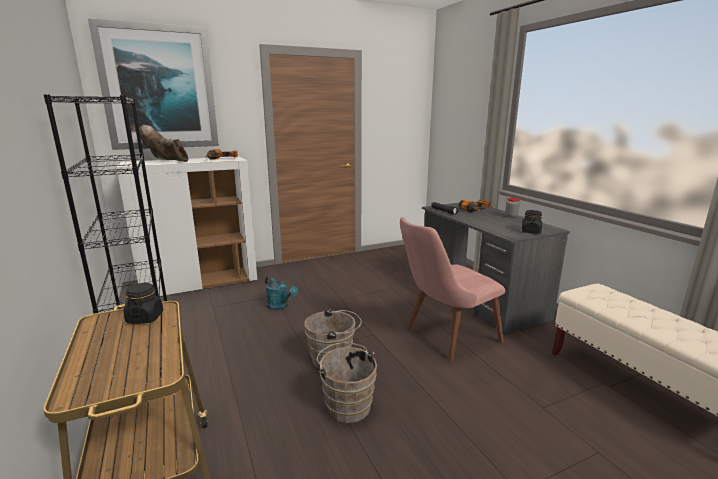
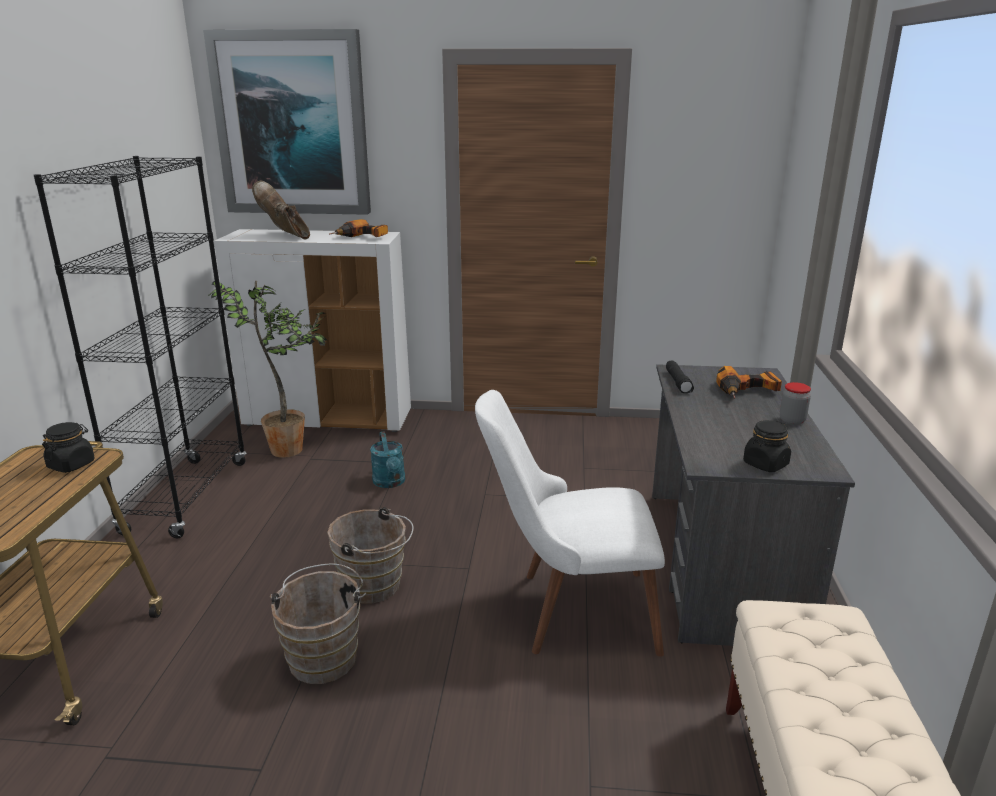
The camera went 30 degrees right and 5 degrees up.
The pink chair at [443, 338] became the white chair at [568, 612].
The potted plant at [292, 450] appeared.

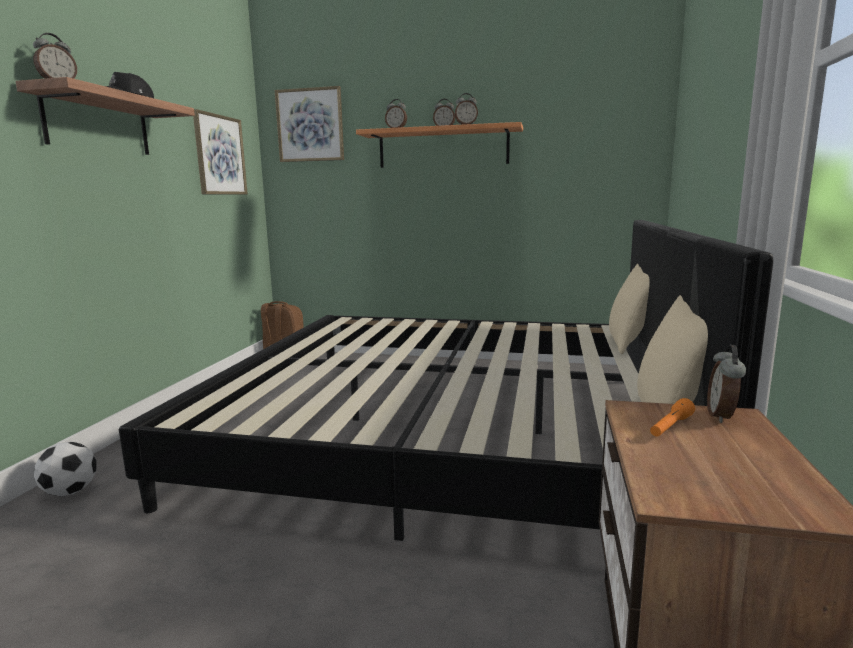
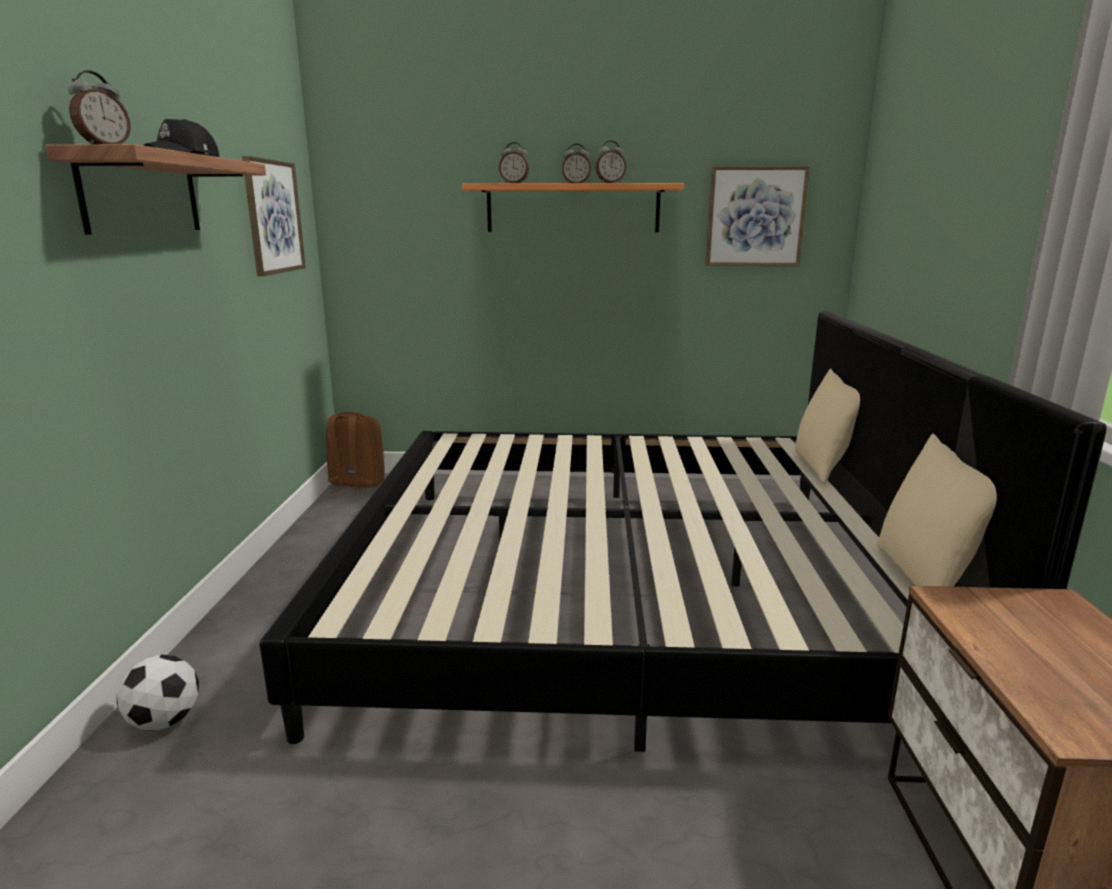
The camera went 10 degrees left and 5 degrees up.
The picture moved from [310, 125] to [755, 217].
The alarm clock at [722, 416] disappeared.
The orange flashlight at [670, 427] disappeared.

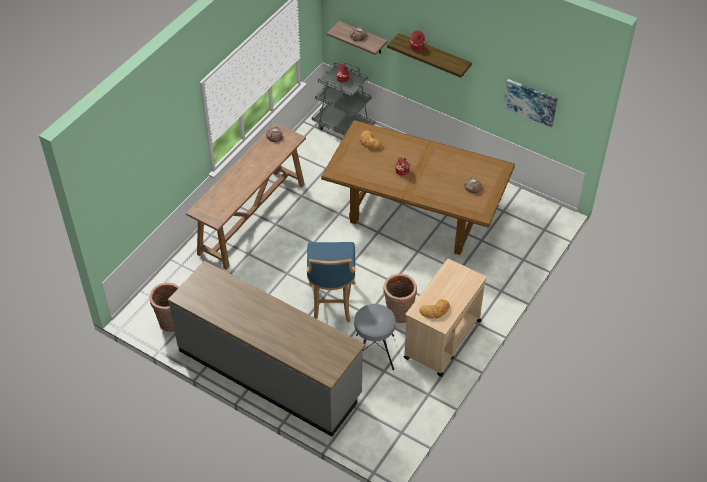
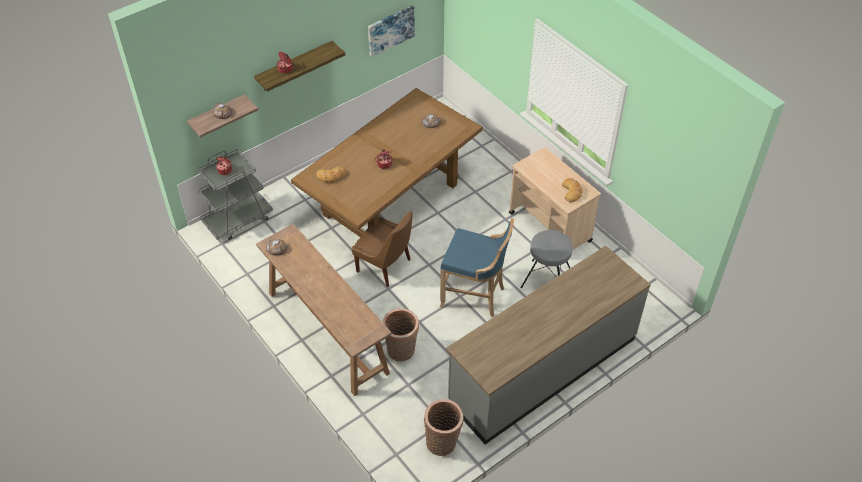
The camera went 70 degrees left and 0 degrees up.
The basket moved from [398, 314] to [401, 351].
The brown chair at [385, 266] appeared.

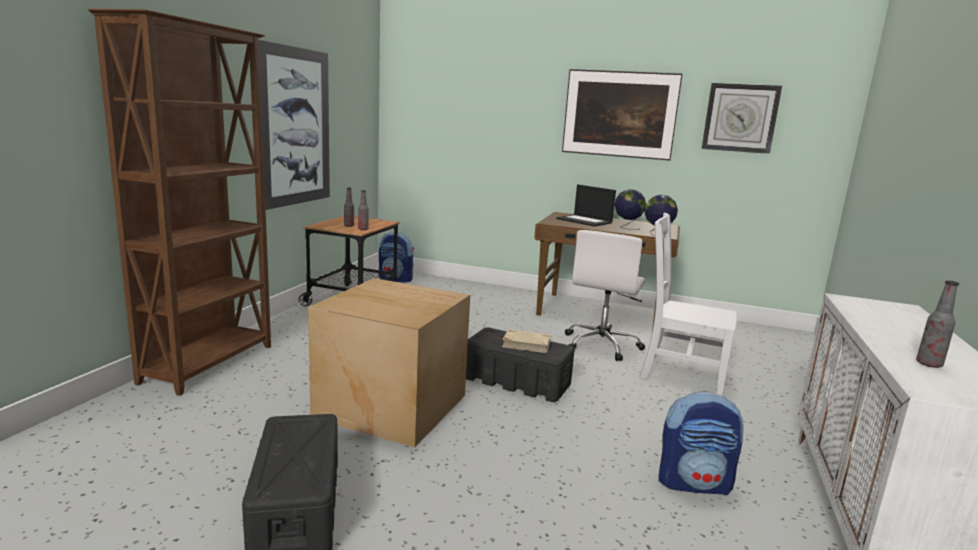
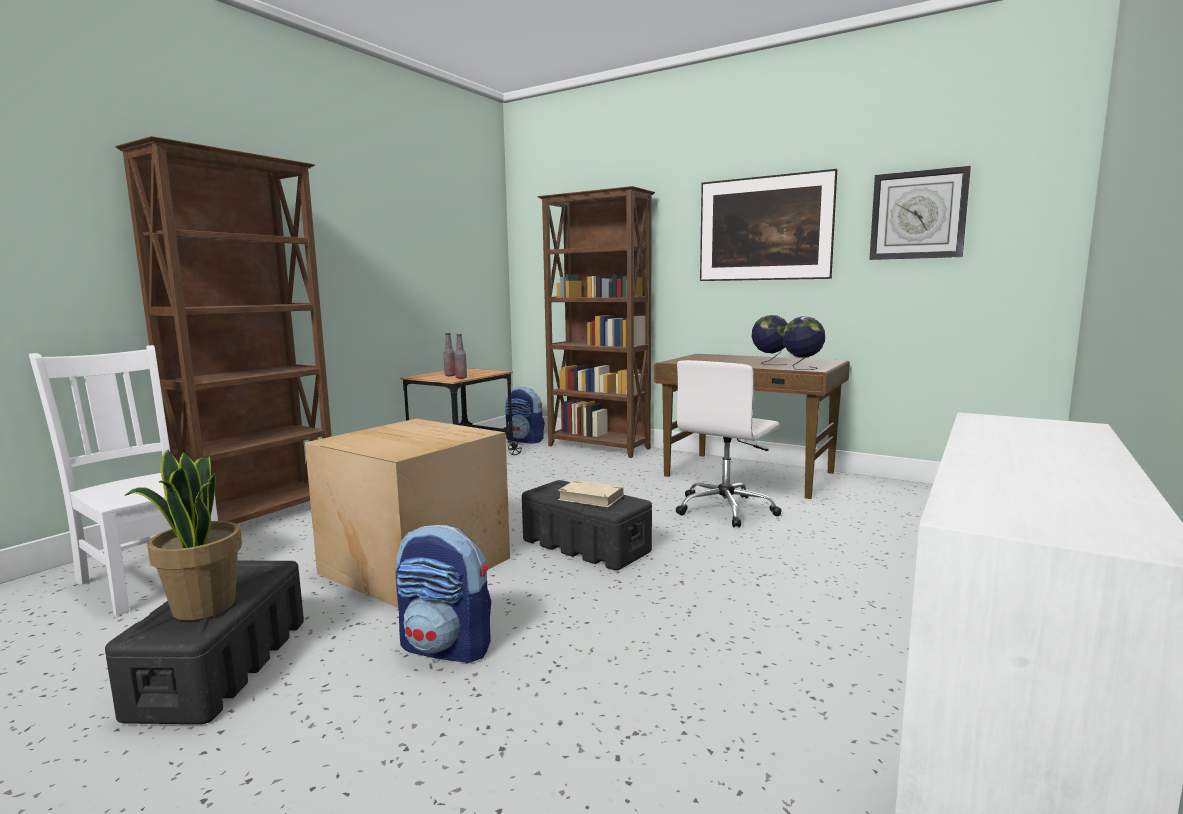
The camera went 15 degrees right and 5 degrees down.
The picture at [296, 127] disappeared.
The laptop at [585, 221] disappeared.
The white chair moved from [679, 373] to [150, 579].
The bottle at [929, 364] disappeared.
The backpack moved from [694, 483] to [447, 647].
The brown bookcase at [599, 447] appeared.
The potted plant at [202, 607] appeared.

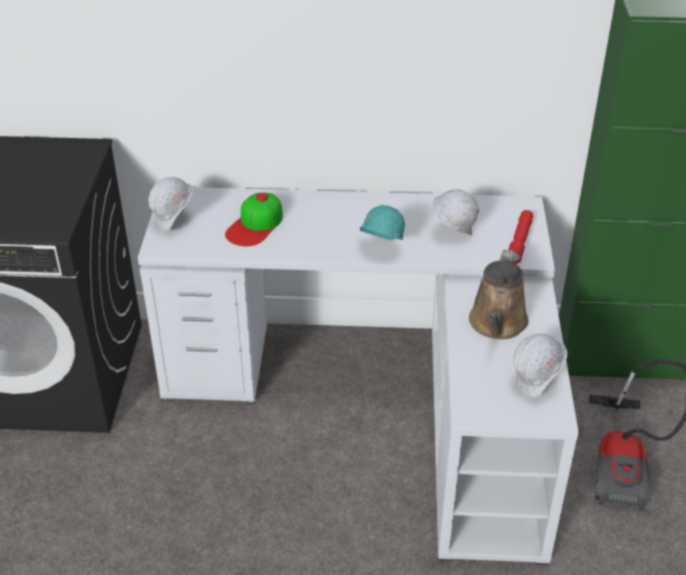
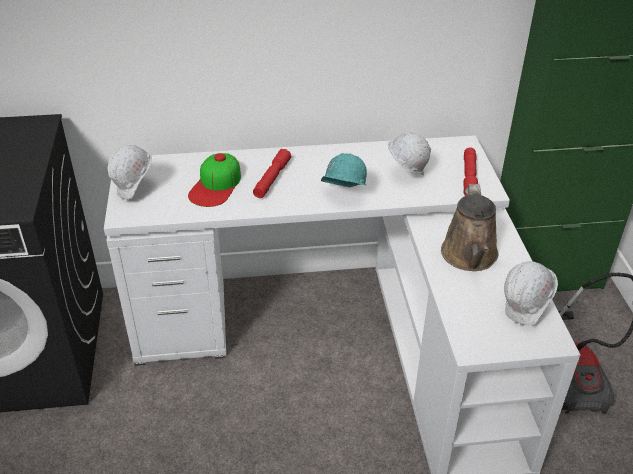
The camera went 10 degrees left and 0 degrees up.
The red flashlight at [272, 179] appeared.

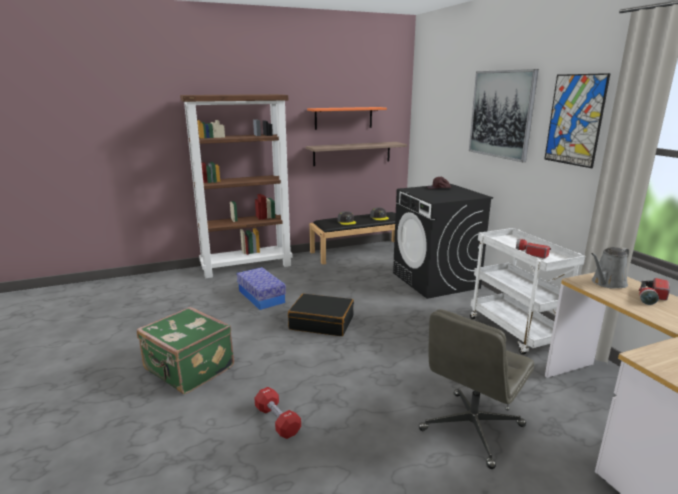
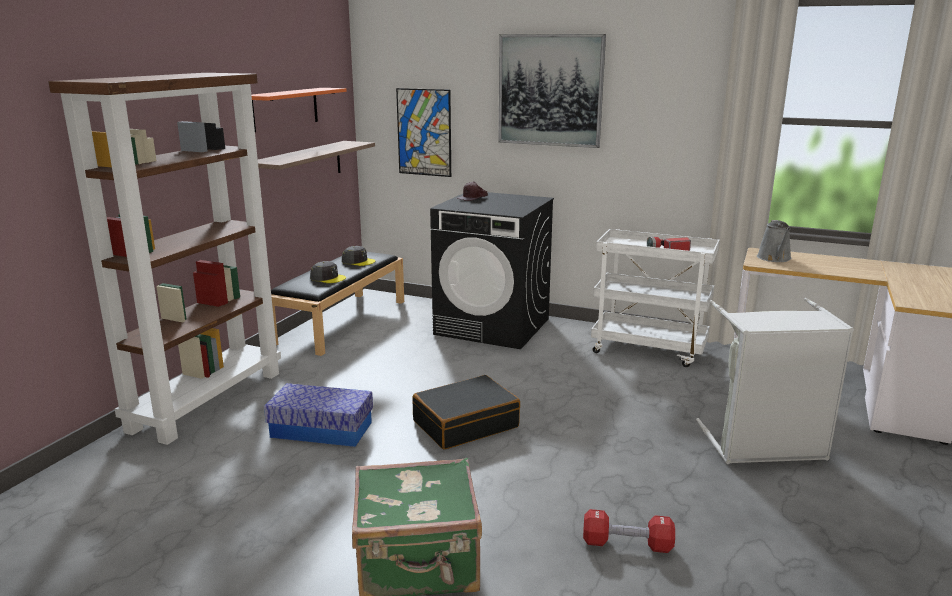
The camera went 45 degrees left and 0 degrees up.
The picture moved from [575, 120] to [424, 132].
The flashlight at [651, 297] disappeared.
The grey office chair at [471, 429] was replaced by the grey laundry basket at [764, 447].

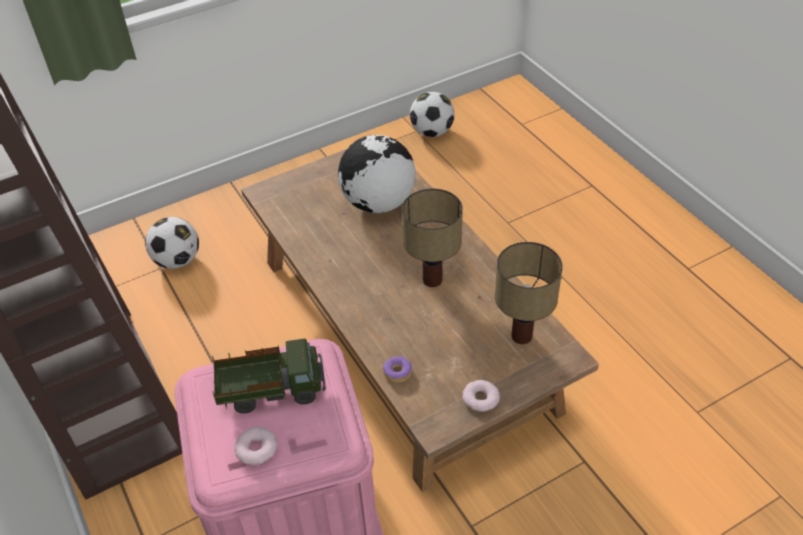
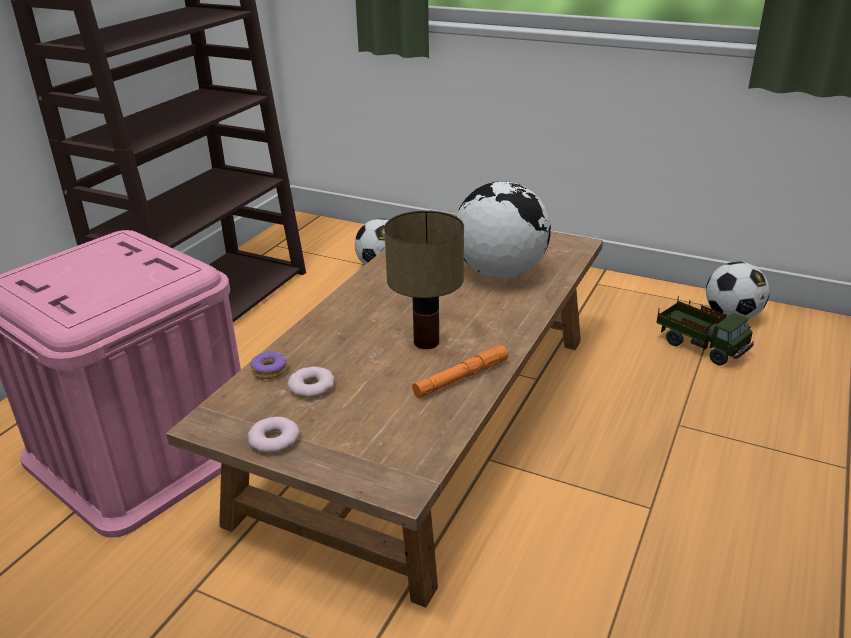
The camera went 55 degrees right and 15 degrees down.
The table lamp at [522, 335] disappeared.
The toy truck moved from [271, 391] to [700, 346].
The donut moved from [256, 448] to [311, 386].
The orange flashlight at [461, 378] appeared.

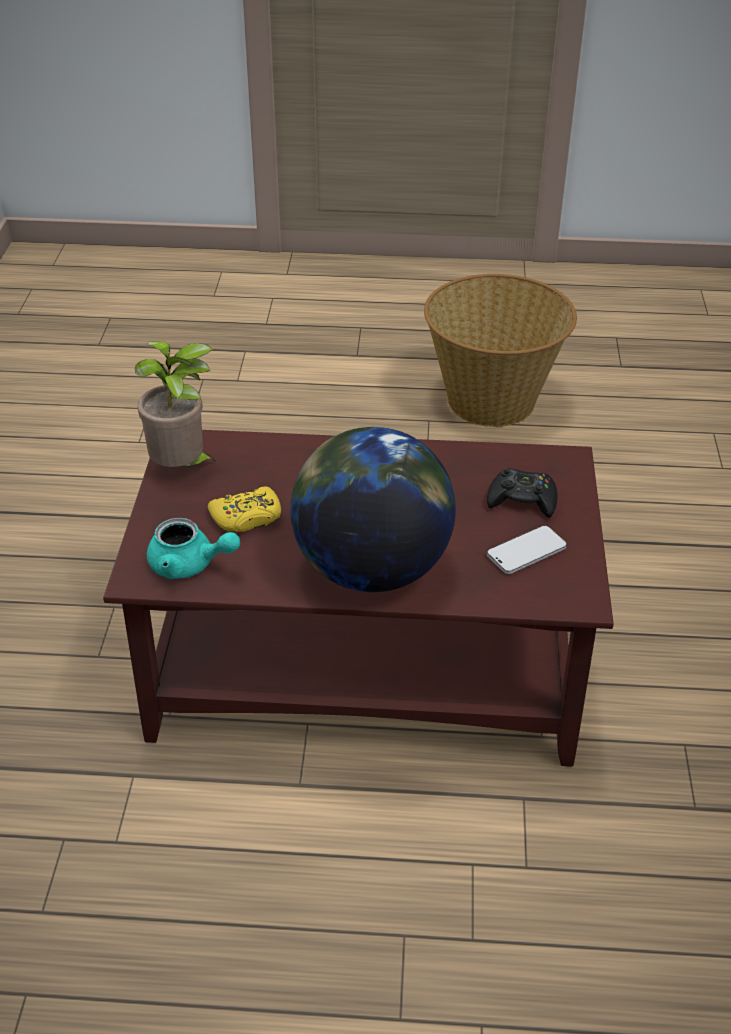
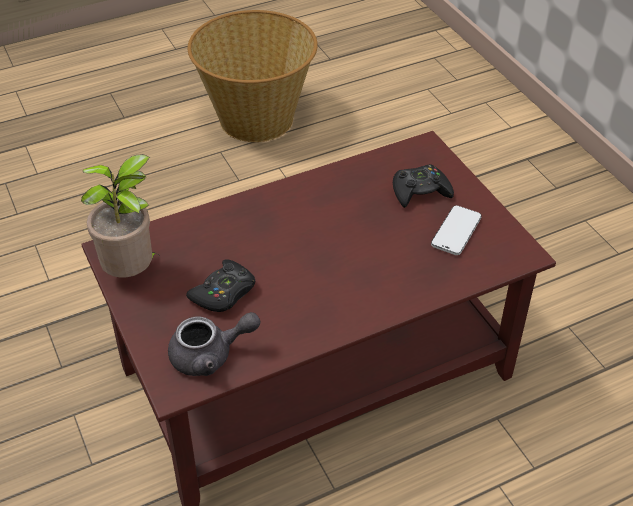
The camera went 30 degrees left and 5 degrees up.
The globe at [371, 568] disappeared.
The yellow game controller at [247, 517] became the black game controller at [224, 293].
The turquoise teapot at [189, 565] became the grey teapot at [210, 355].

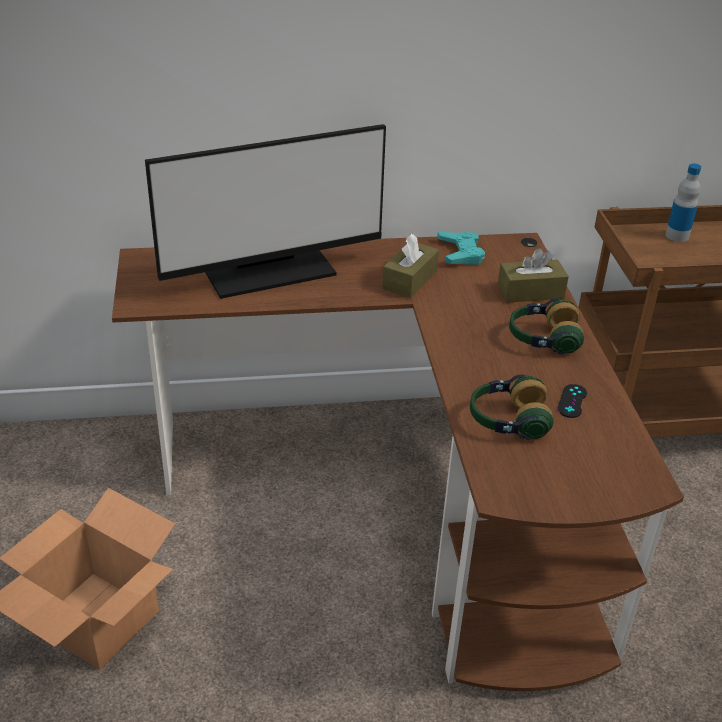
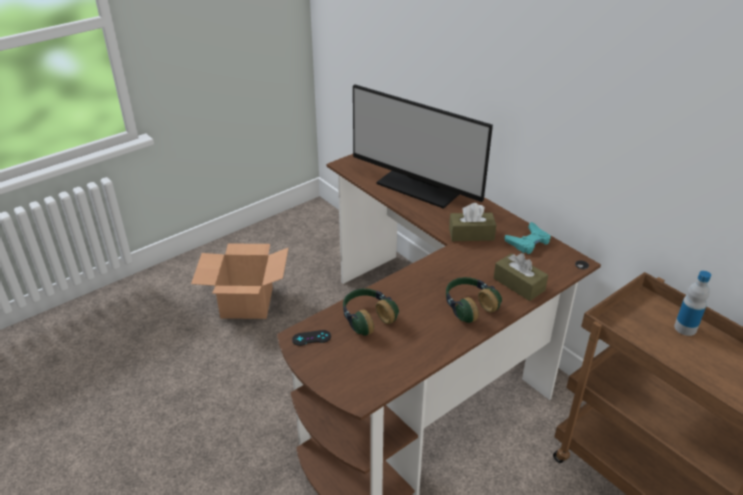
The camera went 60 degrees right and 0 degrees up.
The black game controller moved from [572, 401] to [311, 338].

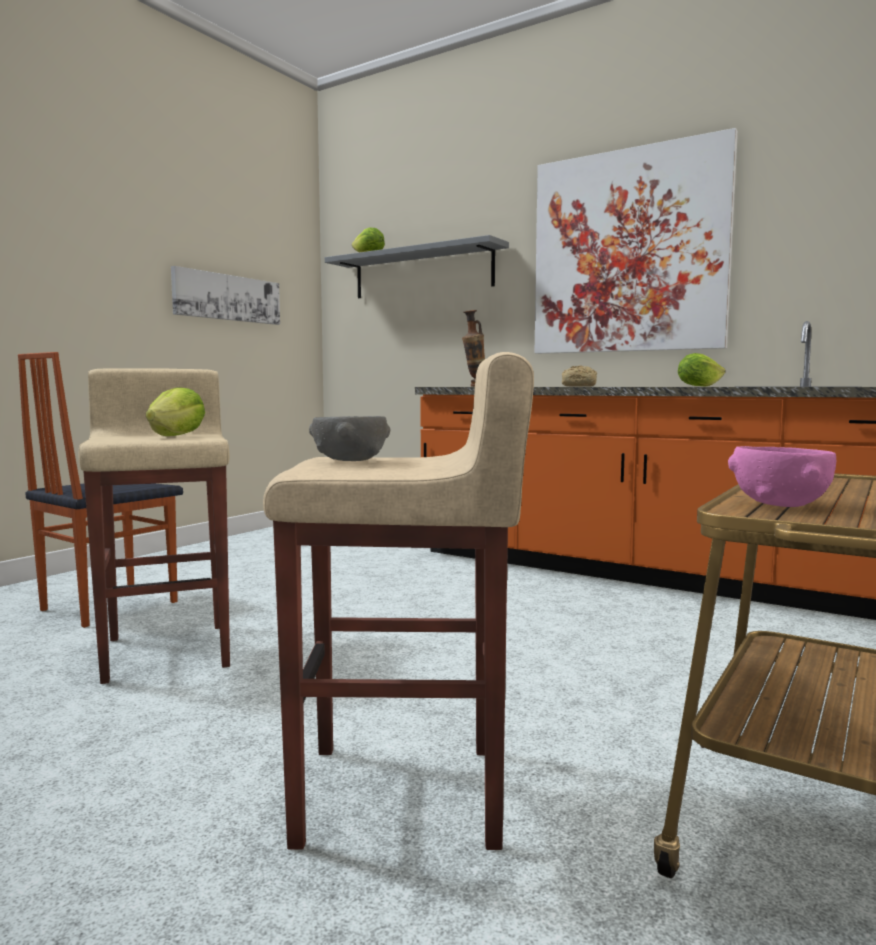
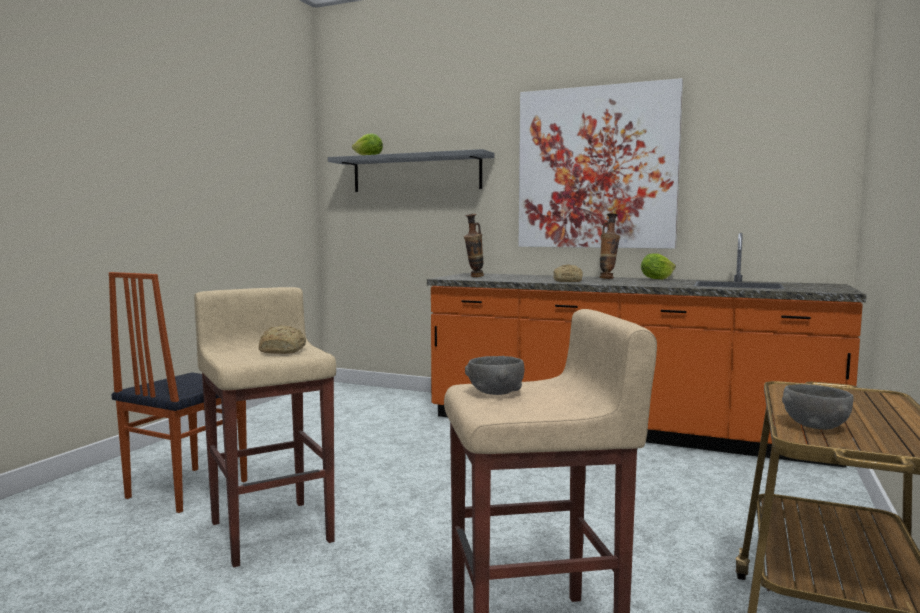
The camera went 10 degrees left and 0 degrees up.
The picture at [227, 297] disappeared.
The lettuce at [177, 436] was replaced by the bread at [283, 350].
The pink bowl at [779, 505] became the grey bowl at [815, 426].
The vase at [608, 278] appeared.

